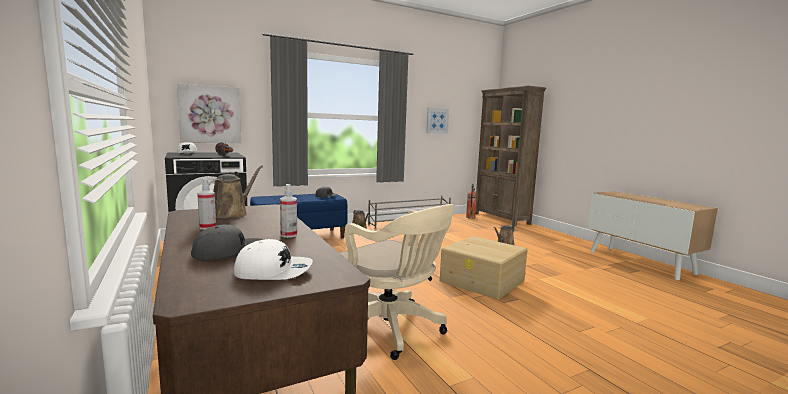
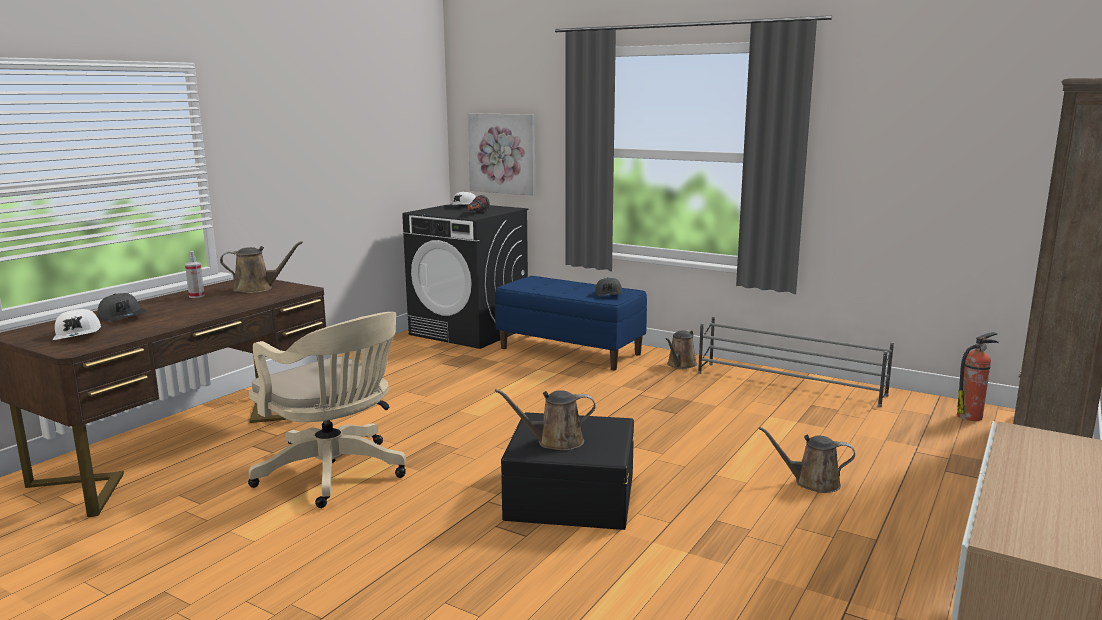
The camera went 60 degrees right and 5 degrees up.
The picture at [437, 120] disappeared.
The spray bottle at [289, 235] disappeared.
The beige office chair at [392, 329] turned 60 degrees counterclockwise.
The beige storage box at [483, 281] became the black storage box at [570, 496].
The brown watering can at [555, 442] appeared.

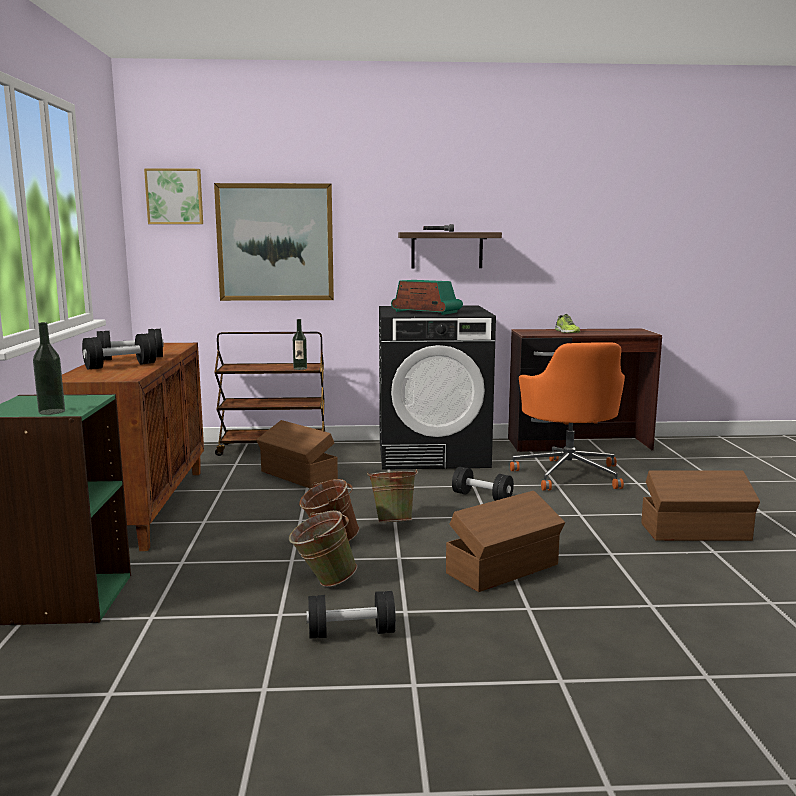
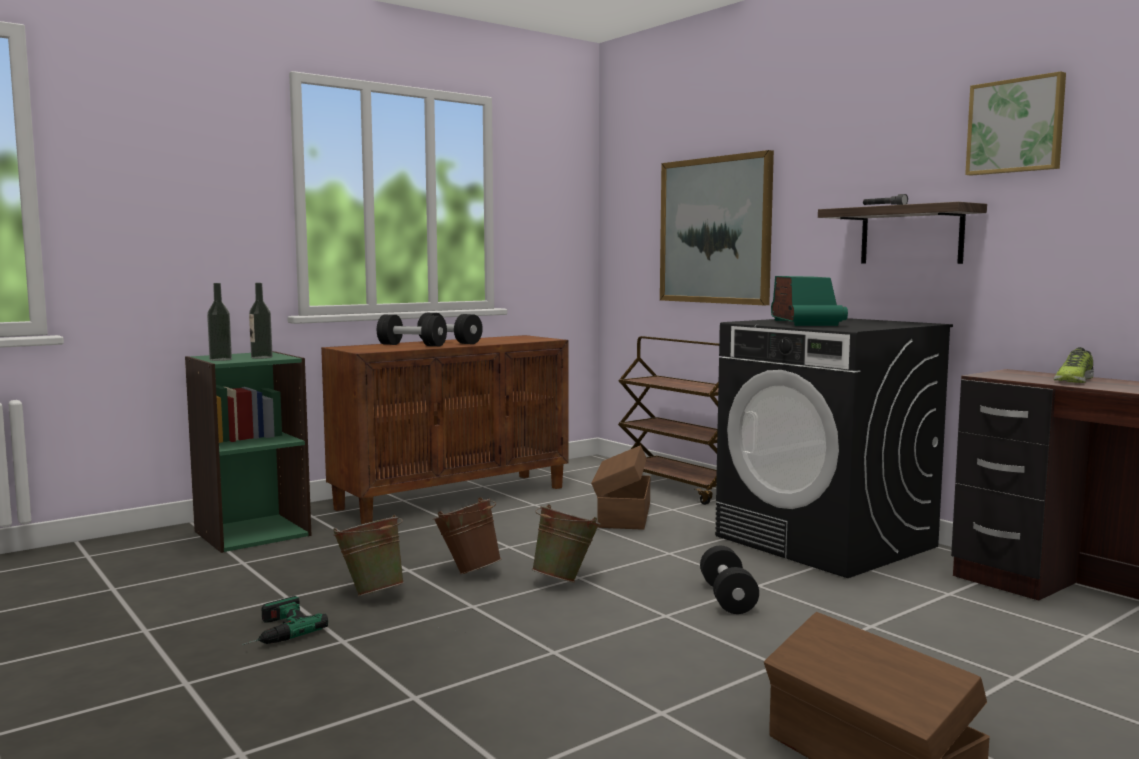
The camera went 55 degrees right and 5 degrees down.
The picture moved from [174, 196] to [1016, 126].
The bottle moved from [300, 368] to [261, 357].
The orange office chair at [568, 474] disappeared.
The brown storage box at [504, 569] disappeared.
The black dumbbell at [351, 632] was replaced by the power drill at [273, 632].

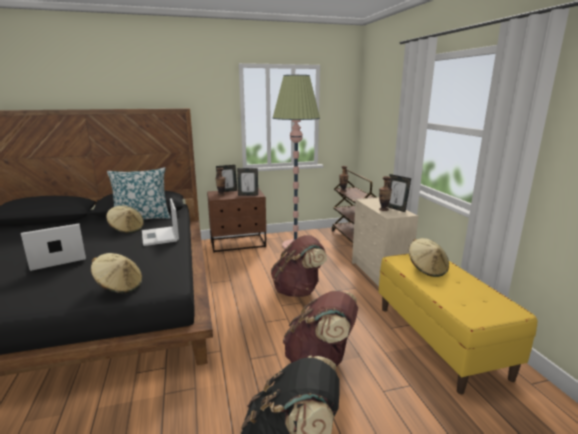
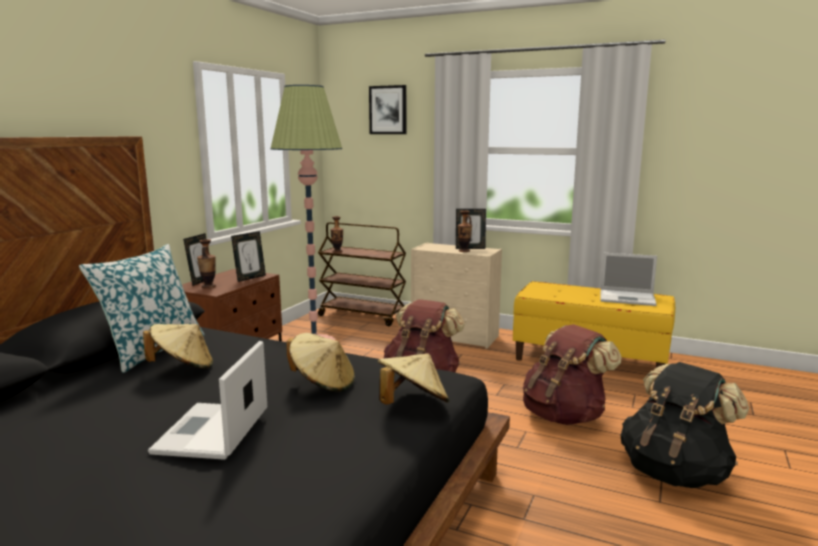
The camera went 50 degrees left and 5 degrees down.
The laptop moved from [160, 236] to [628, 298].
The beige hat moved from [427, 269] to [323, 383].
The picture at [388, 110] appeared.

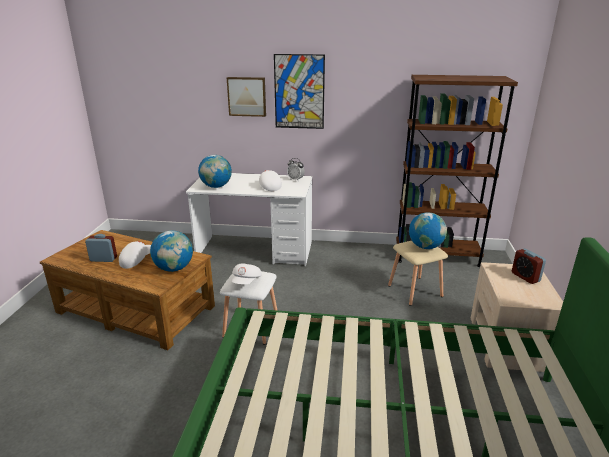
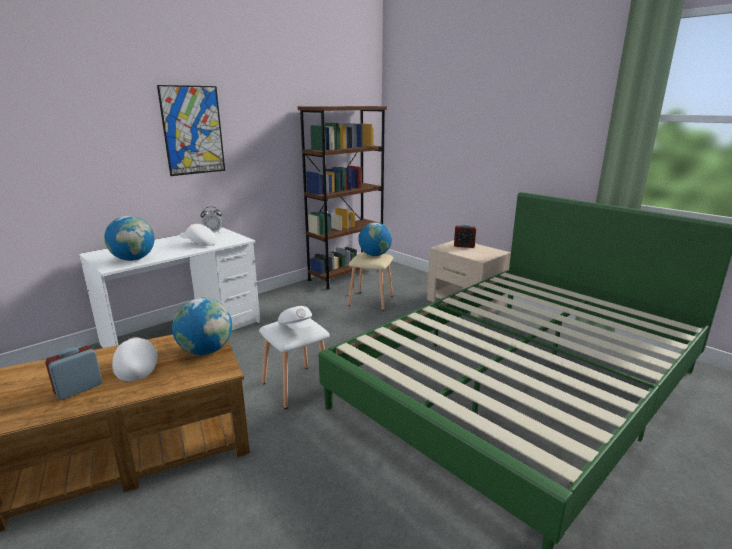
The camera went 50 degrees left and 5 degrees down.
The picture at [247, 96] disappeared.

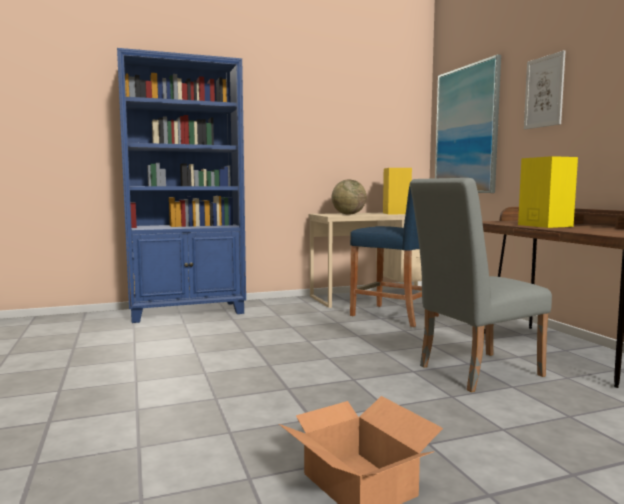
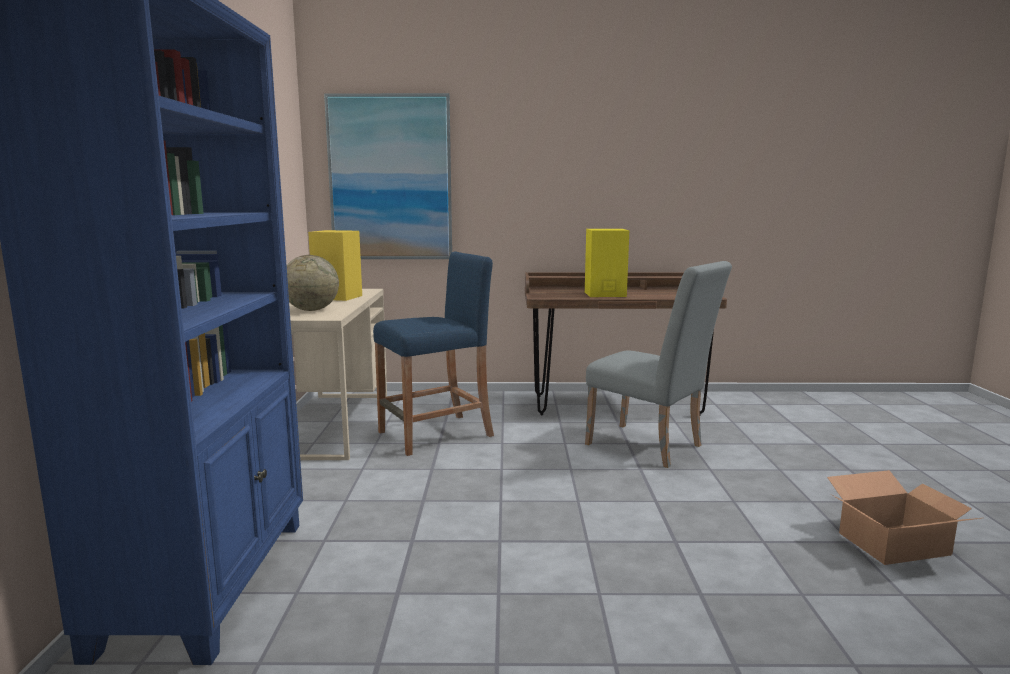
The camera went 70 degrees left and 5 degrees up.
The picture at [544, 92] disappeared.
The grey chair at [472, 372] turned 45 degrees counterclockwise.

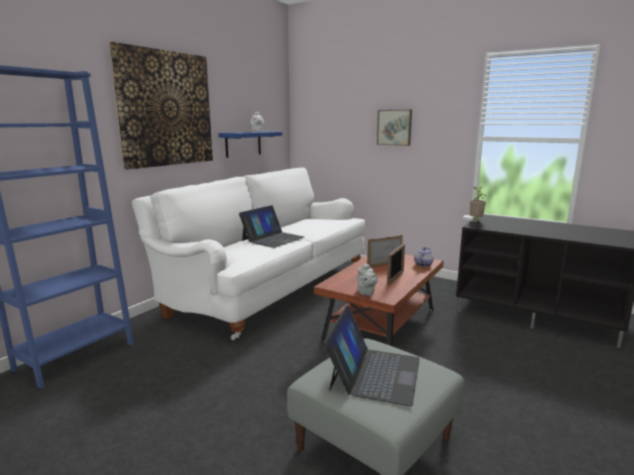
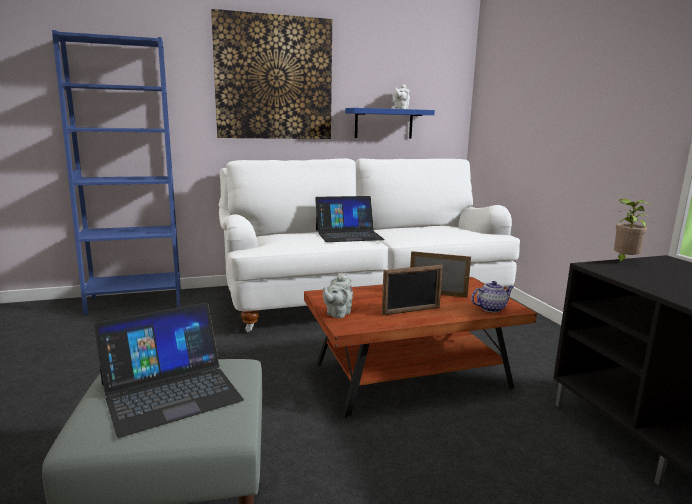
The camera went 40 degrees right and 0 degrees up.
The picture at [394, 127] disappeared.

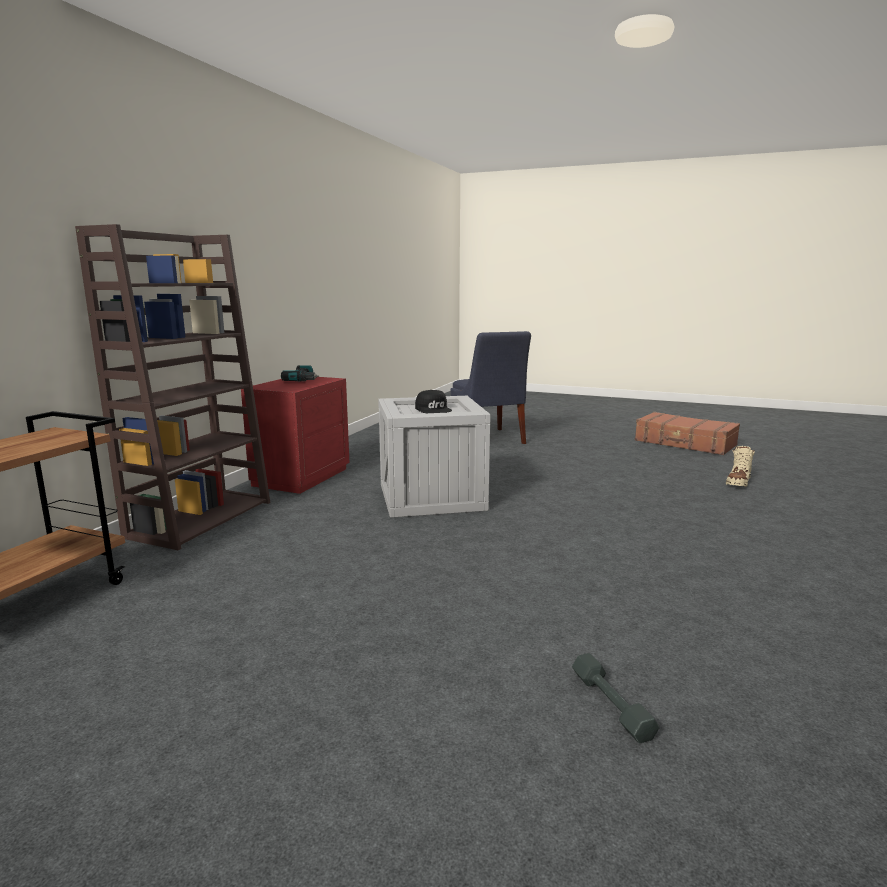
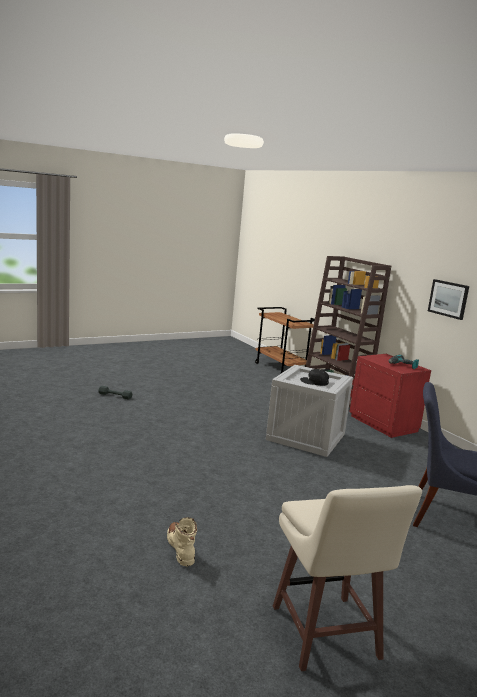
The camera went 125 degrees right and 0 degrees up.
The brown suitcase at [685, 443] was replaced by the beige stool at [325, 634].
The picture at [448, 299] appeared.

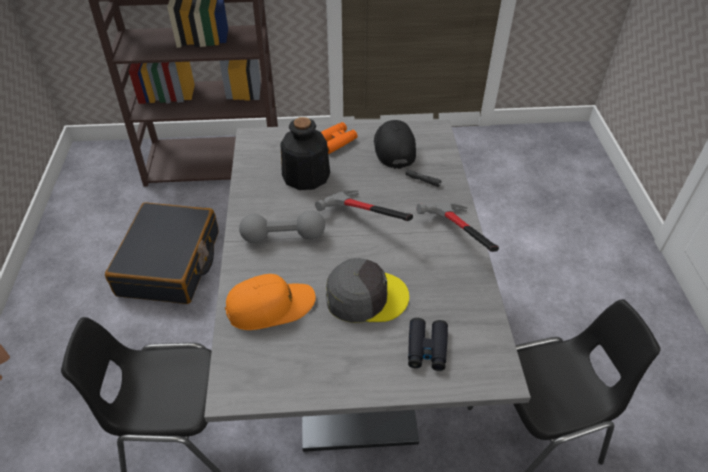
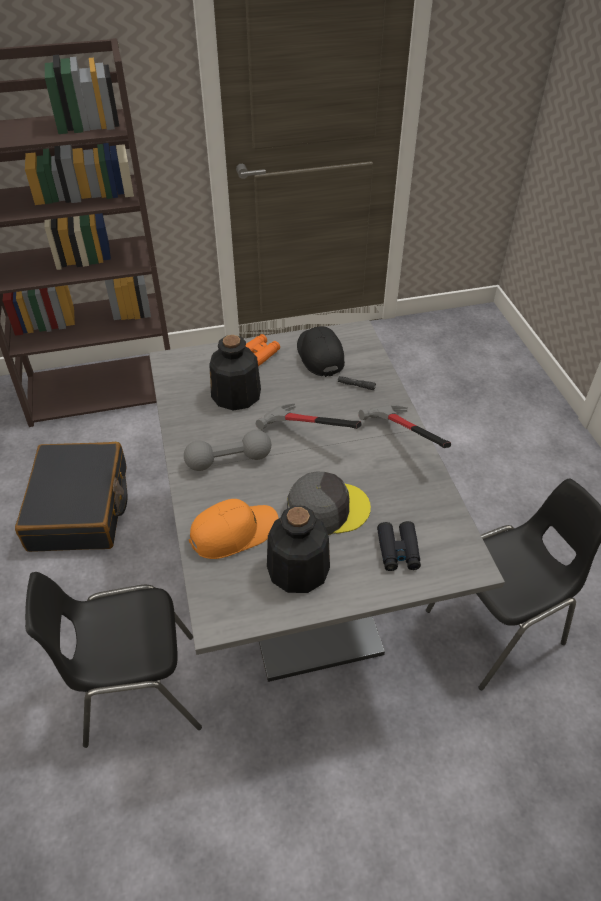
The camera went 10 degrees left and 0 degrees up.
The bottle at [297, 568] appeared.

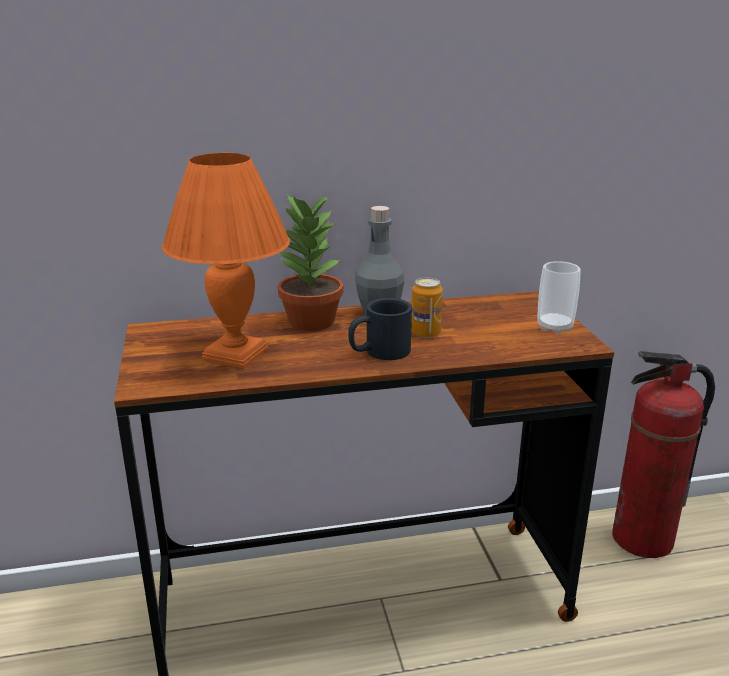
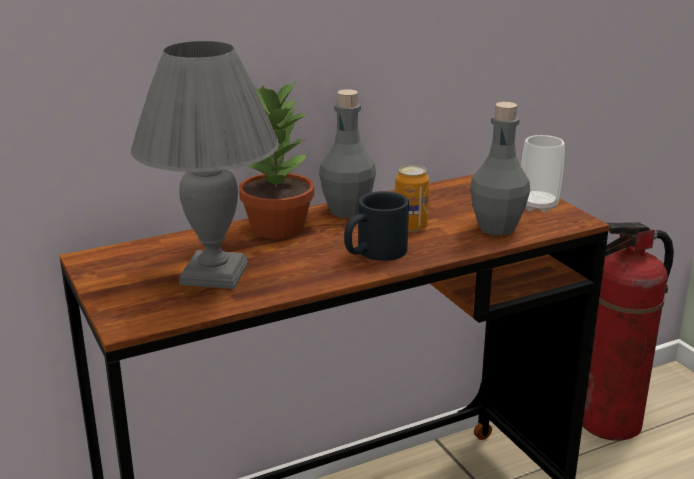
The camera went 15 degrees left and 0 degrees up.
The orange table lamp at [233, 354] became the grey table lamp at [212, 274].
The grey bottle at [496, 228] appeared.

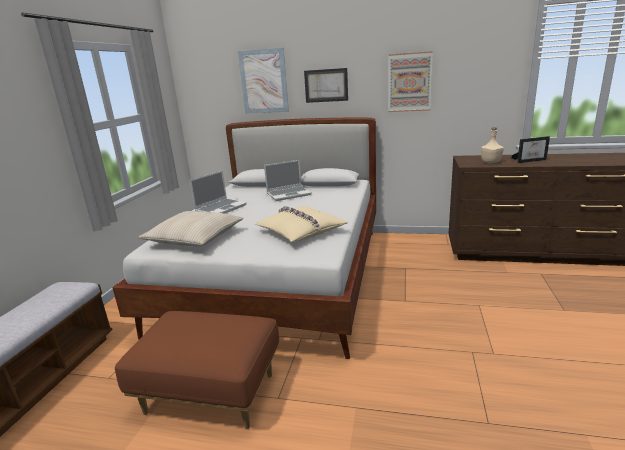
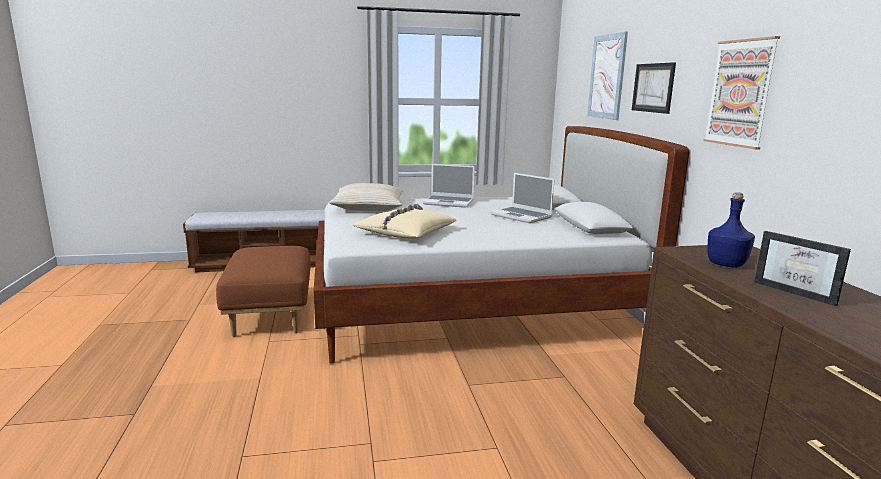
The camera went 65 degrees right and 5 degrees down.
The beige bottle at [490, 162] became the blue bottle at [726, 264].

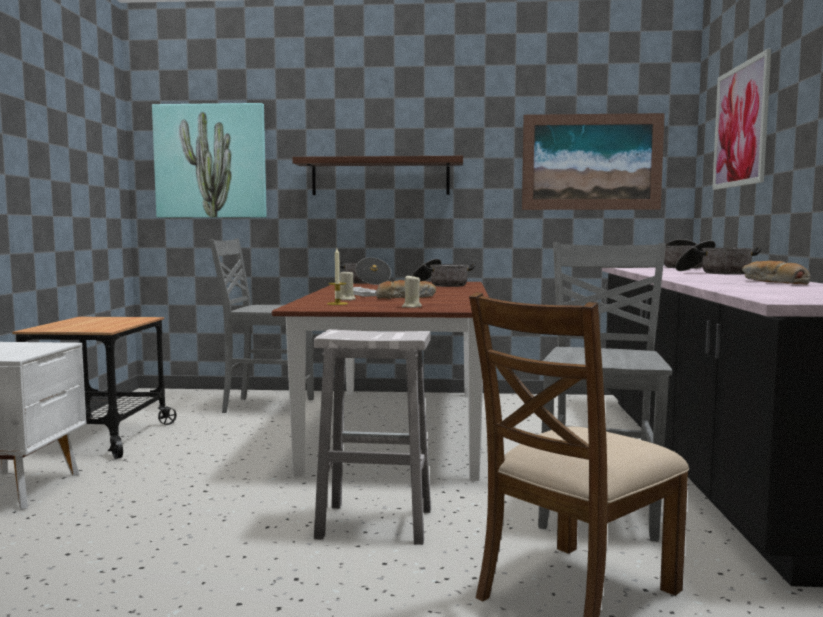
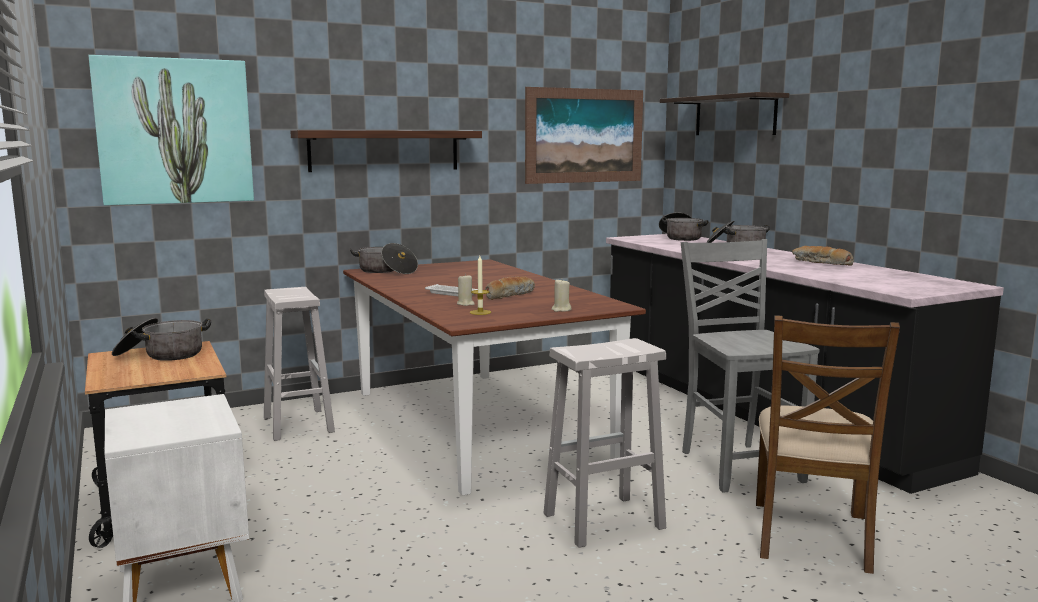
The camera went 30 degrees left and 5 degrees up.
The picture at [740, 125] was replaced by the shelf at [735, 115].
The grey chair at [267, 406] was replaced by the white stool at [297, 424].
The cooking pot moved from [440, 285] to [161, 355].

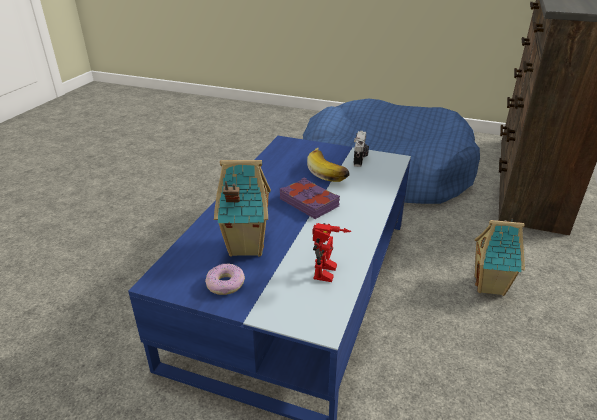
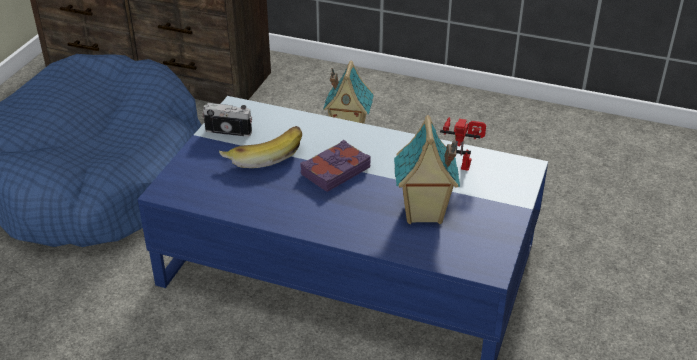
The camera went 90 degrees left and 5 degrees up.
The donut at [226, 284] disappeared.

